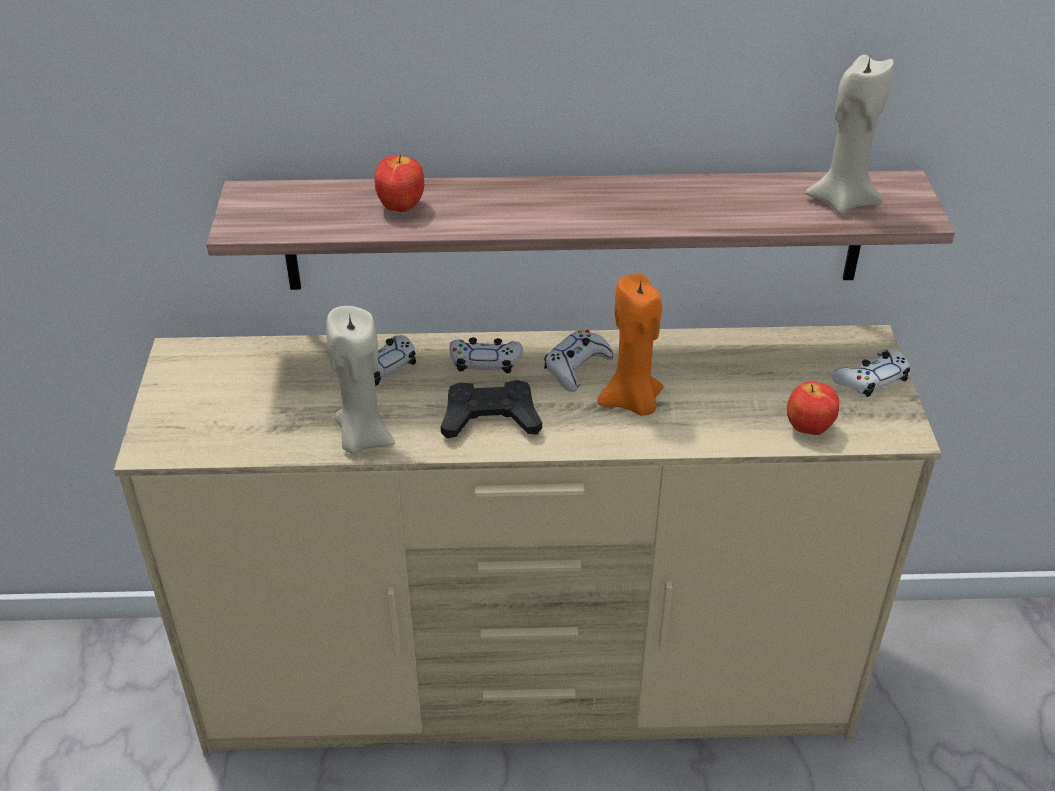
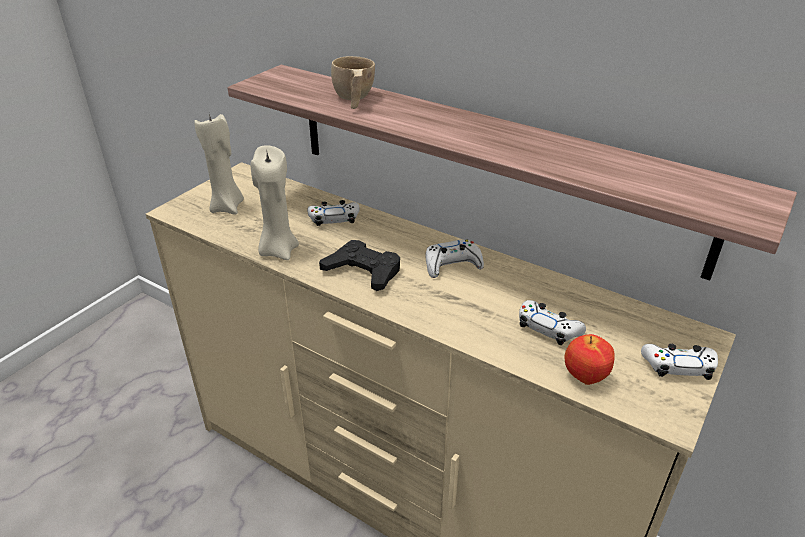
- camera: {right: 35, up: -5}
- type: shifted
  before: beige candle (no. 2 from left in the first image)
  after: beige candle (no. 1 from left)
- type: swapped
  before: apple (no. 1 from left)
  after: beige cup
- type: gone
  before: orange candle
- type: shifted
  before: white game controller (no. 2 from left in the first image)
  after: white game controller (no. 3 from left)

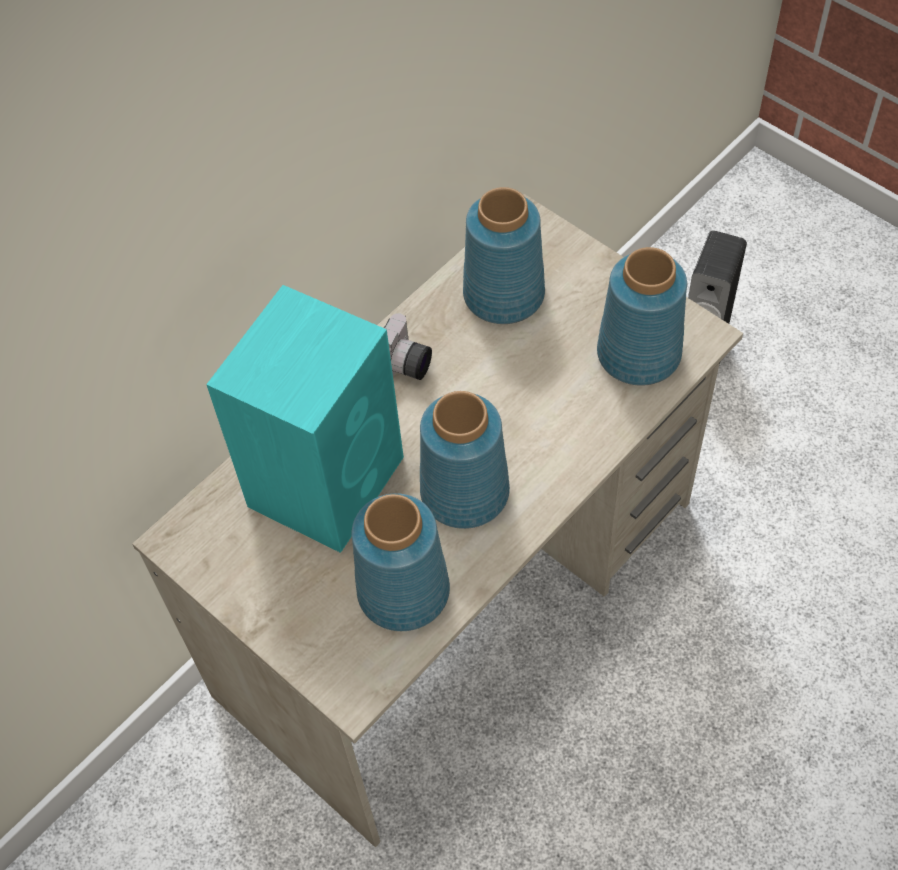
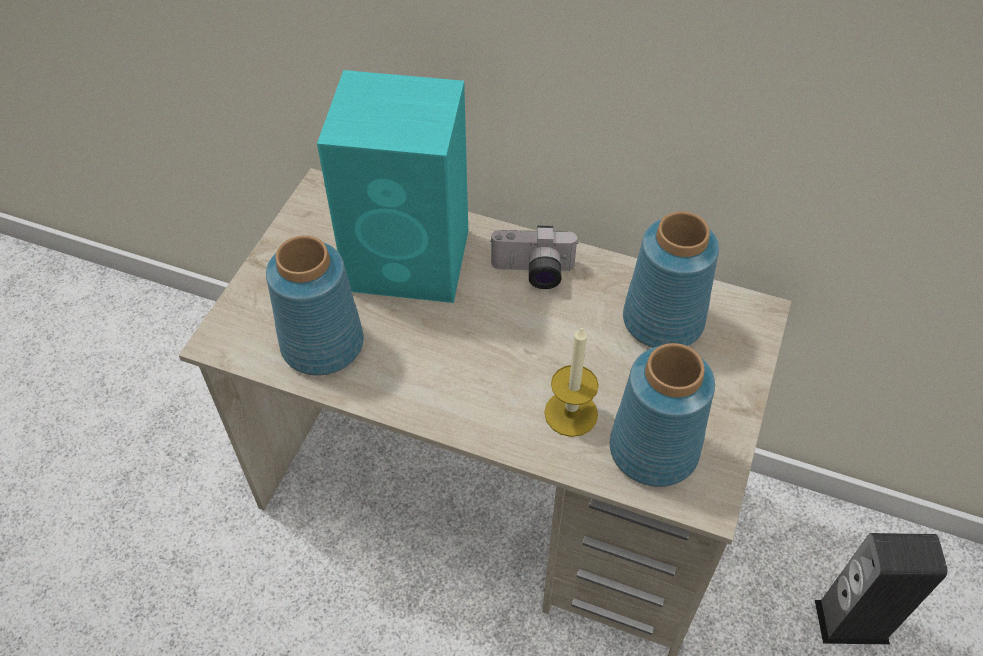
- camera: {right: 65, up: -5}
- type: gone
  before: blue vase (no. 2 from left)
- type: new
  after: candle

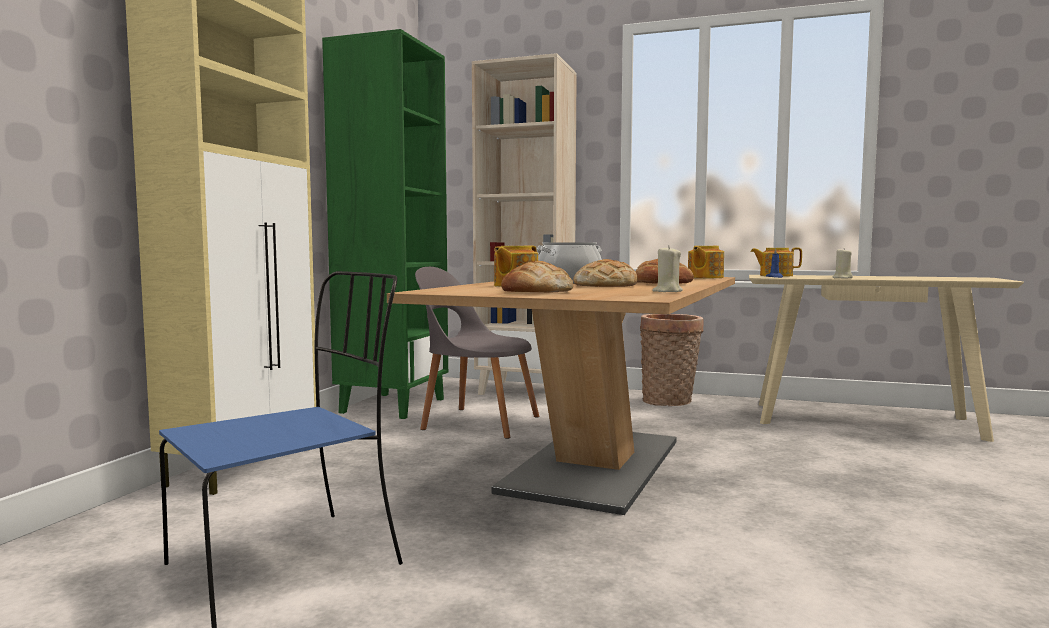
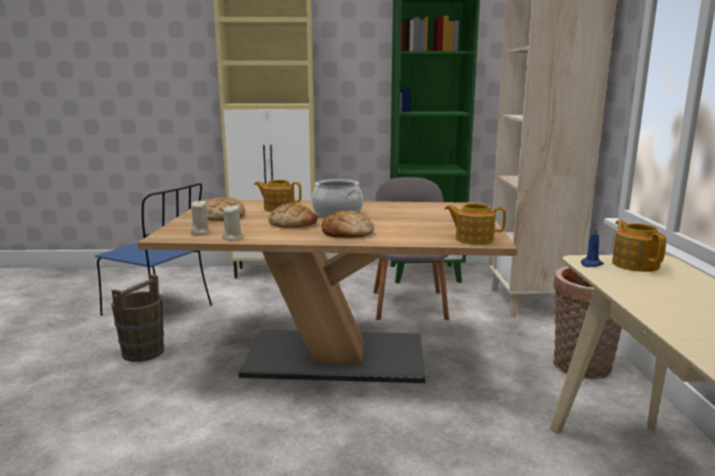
- camera: {right: 70, up: 10}
- type: shifted
  before: beige candle (no. 2 from left in the first image)
  after: beige candle (no. 1 from left)
- type: new
  after: brown bucket

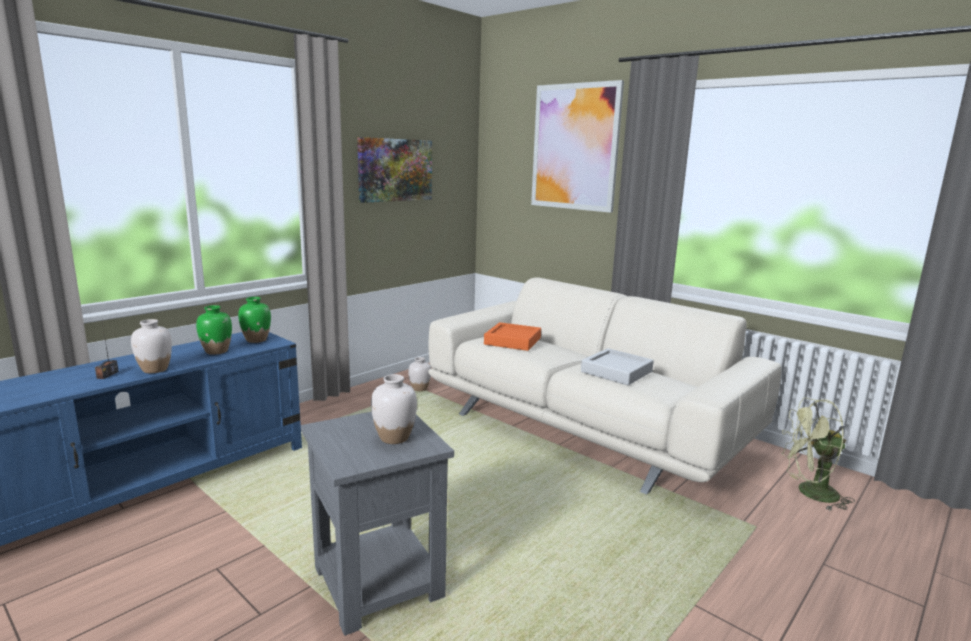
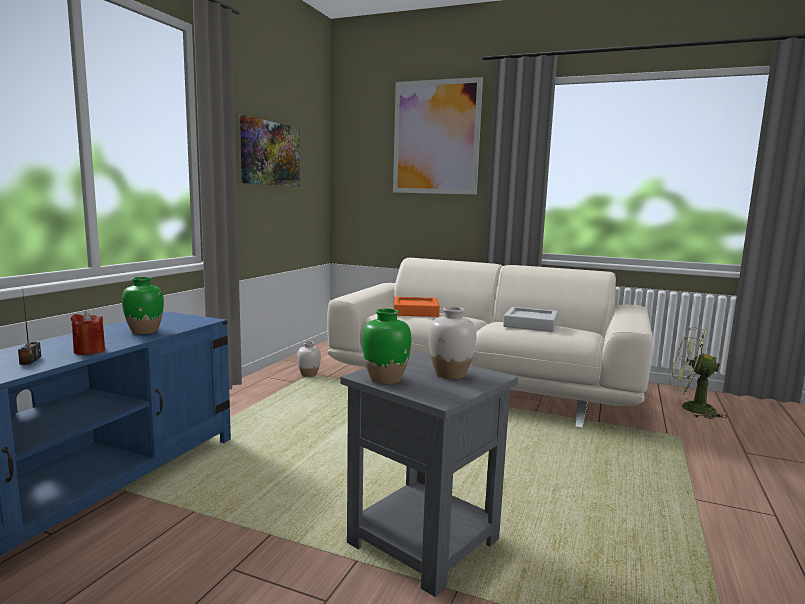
- camera: {right: -20, up: -5}
- type: shifted
  before: green vase (no. 2 from left)
- type: swapped
  before: white vase (no. 1 from left)
  after: red candle
- type: rotated
  before: green fan
  turn: 45

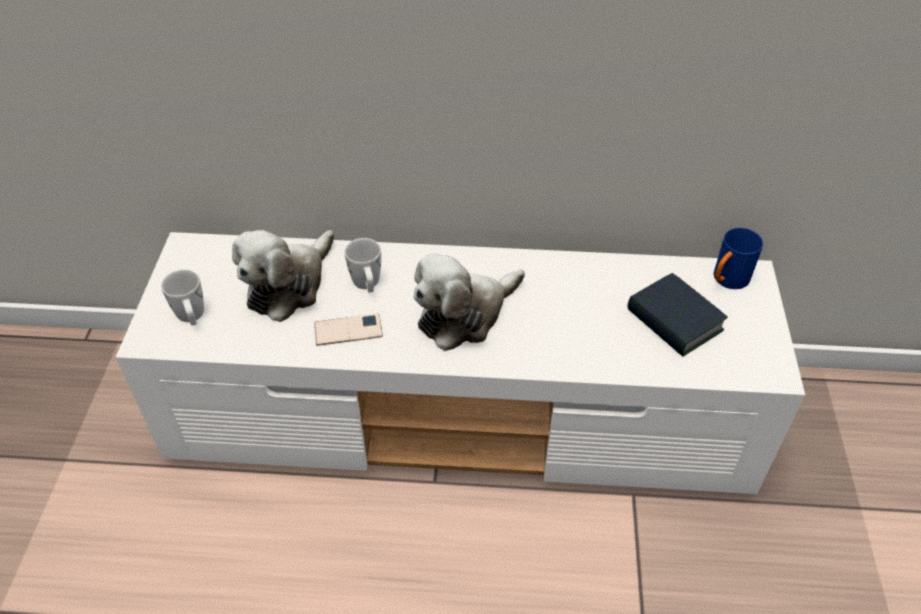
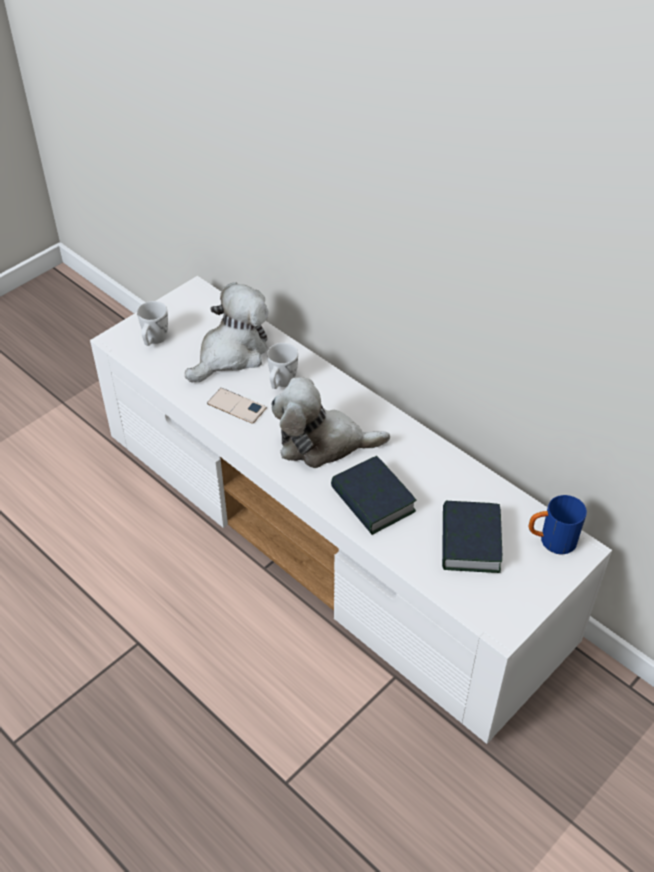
- camera: {right: 40, up: 0}
- type: rotated
  before: plush toy (no. 1 from left)
  turn: 150
- type: new
  after: book (no. 1 from left)

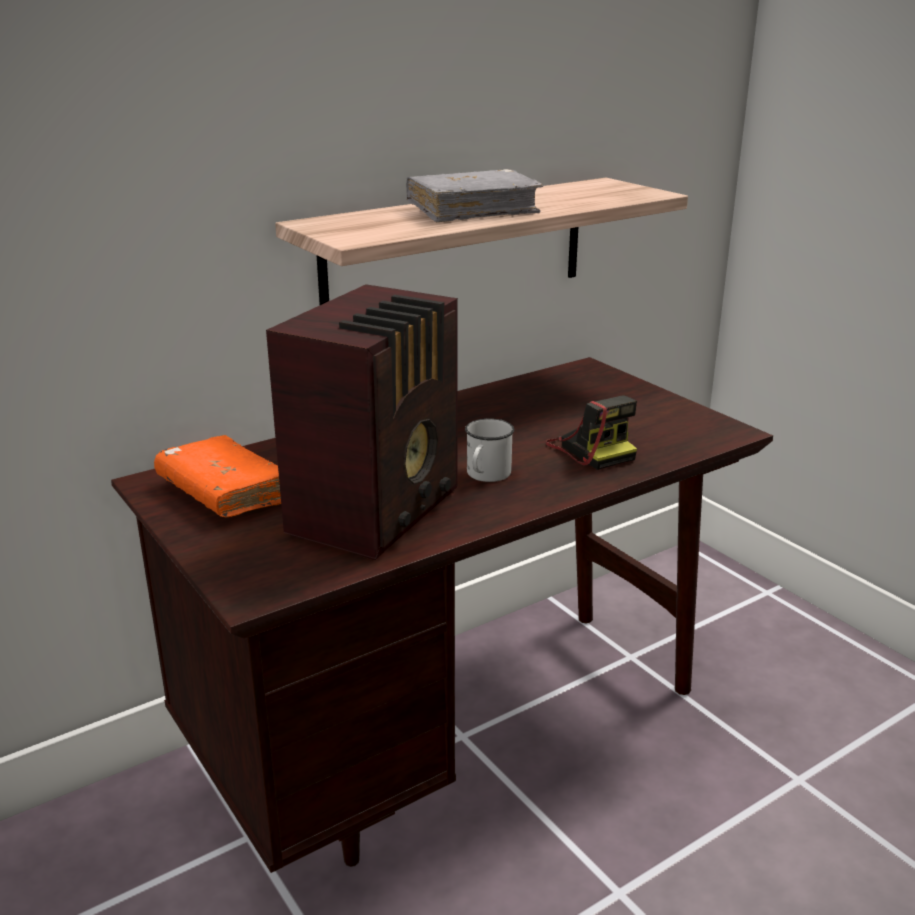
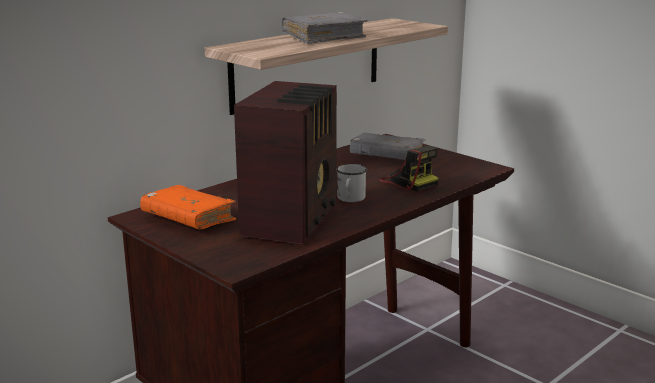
- camera: {right: -10, up: -5}
- type: new
  after: grey book (no. 2 from left)

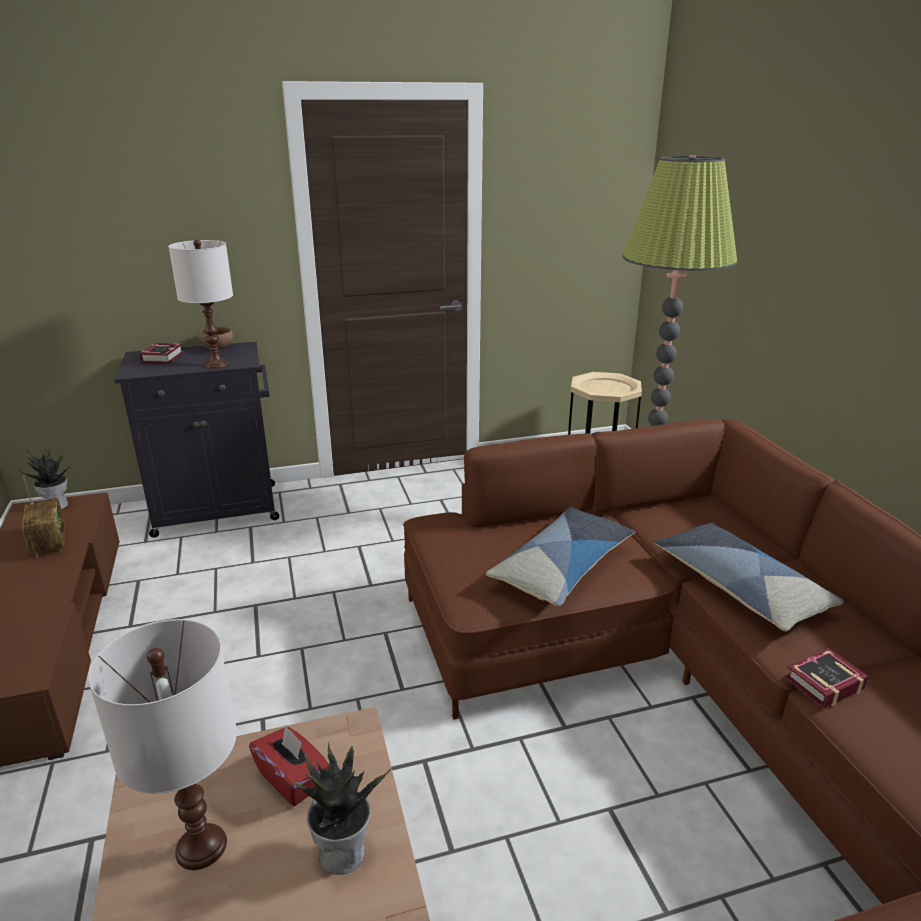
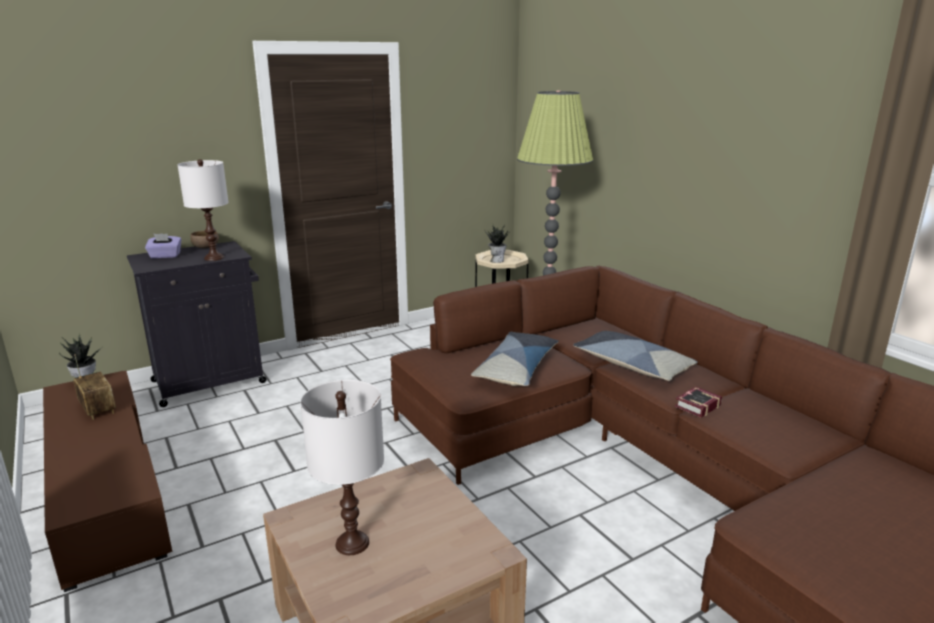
- camera: {right: -15, up: -5}
- type: swapped
  before: book (no. 1 from left)
  after: purple tissue box
- type: gone
  before: red tissue box
- type: shifted
  before: potted plant (no. 2 from left)

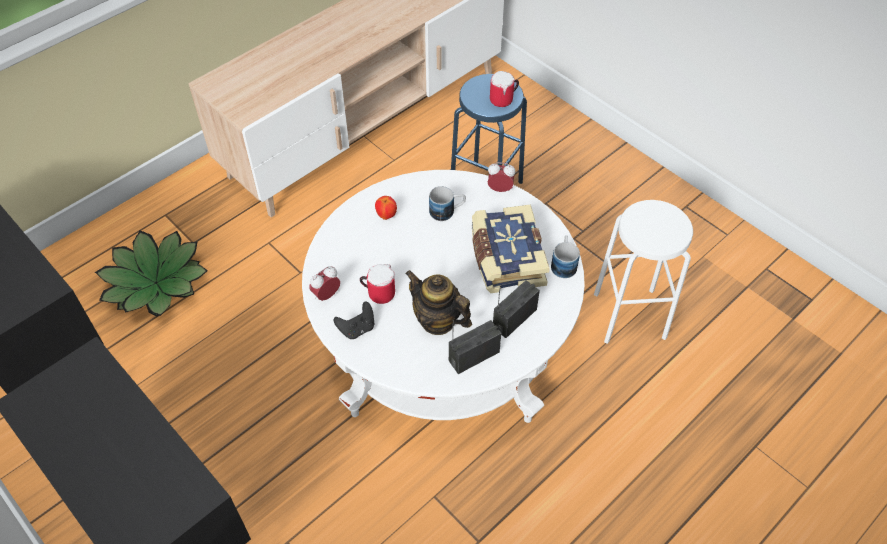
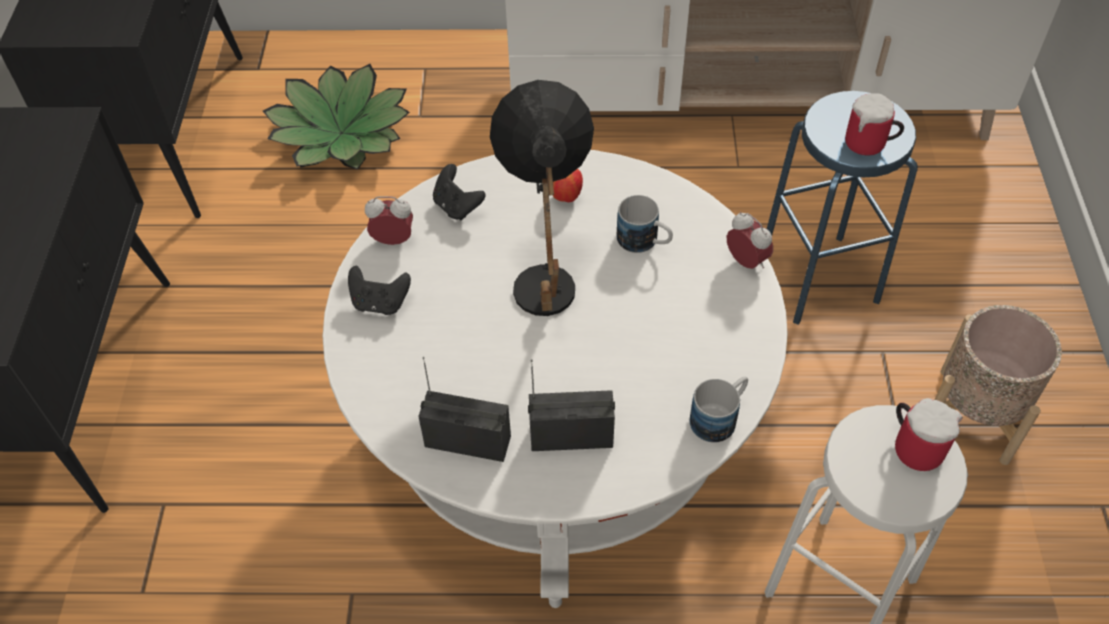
- camera: {right: 45, up: 0}
- type: gone
  before: book
- type: shifted
  before: mug (no. 1 from left in the first image)
  after: mug (no. 4 from left)
- type: gone
  before: teapot
- type: new
  after: black table lamp
- type: new
  after: black game controller (no. 2 from left)
- type: new
  after: beige planter

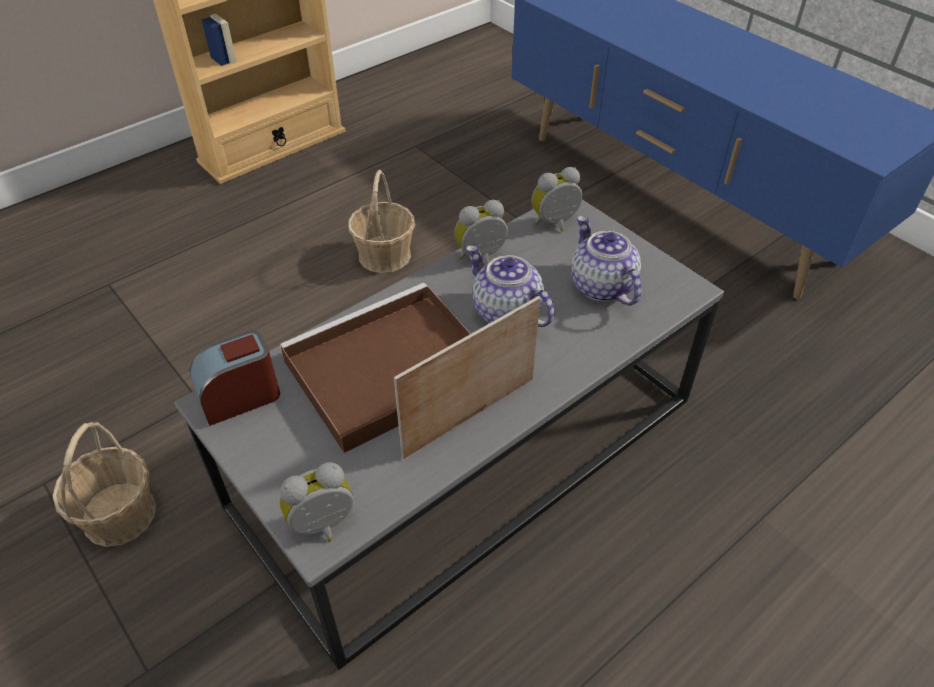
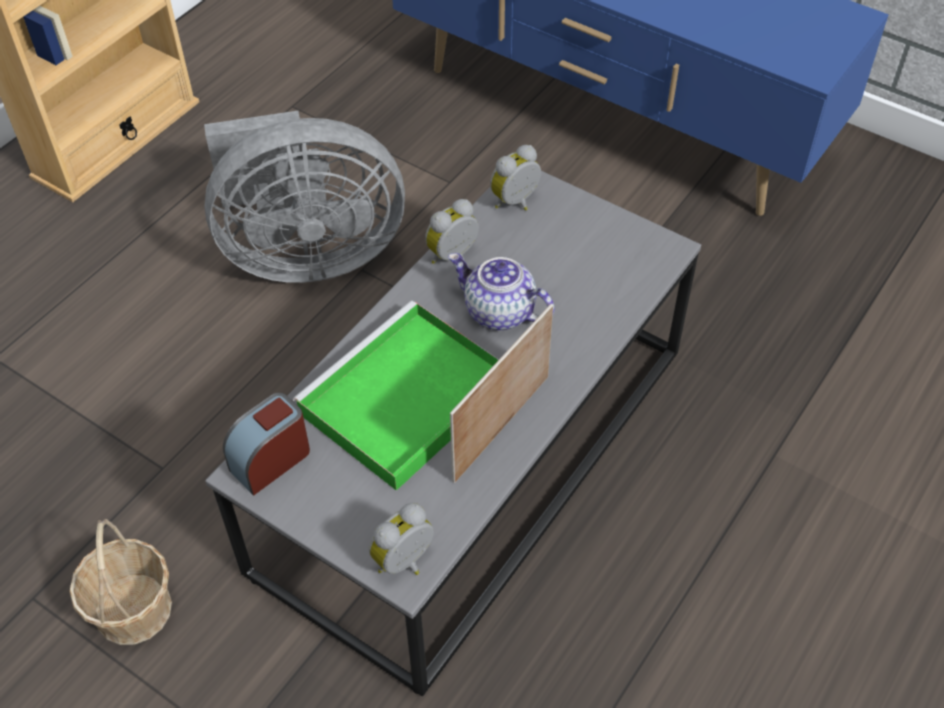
- camera: {right: -15, up: 5}
- type: swapped
  before: basket (no. 2 from left)
  after: grey fan
- type: gone
  before: teapot (no. 2 from left)
- type: repainted
  before: brown tray
  after: green tray

